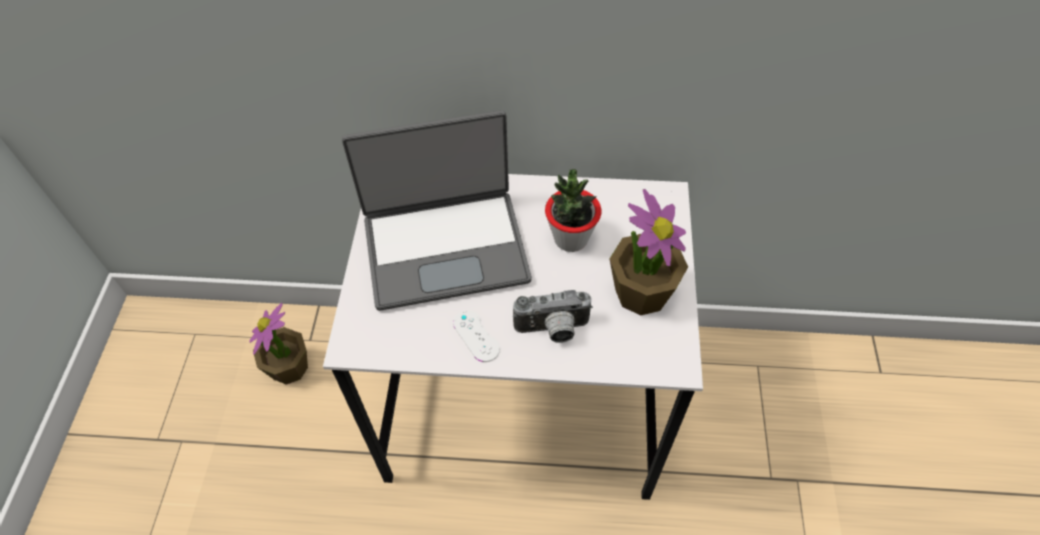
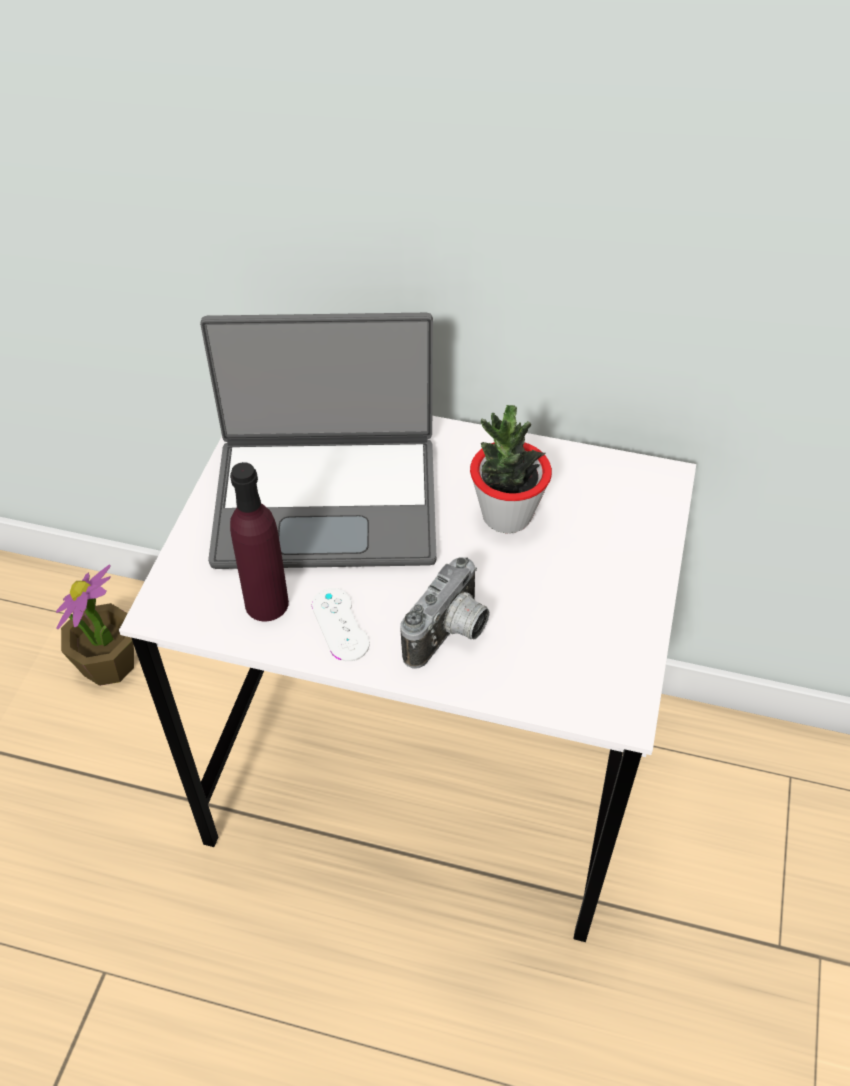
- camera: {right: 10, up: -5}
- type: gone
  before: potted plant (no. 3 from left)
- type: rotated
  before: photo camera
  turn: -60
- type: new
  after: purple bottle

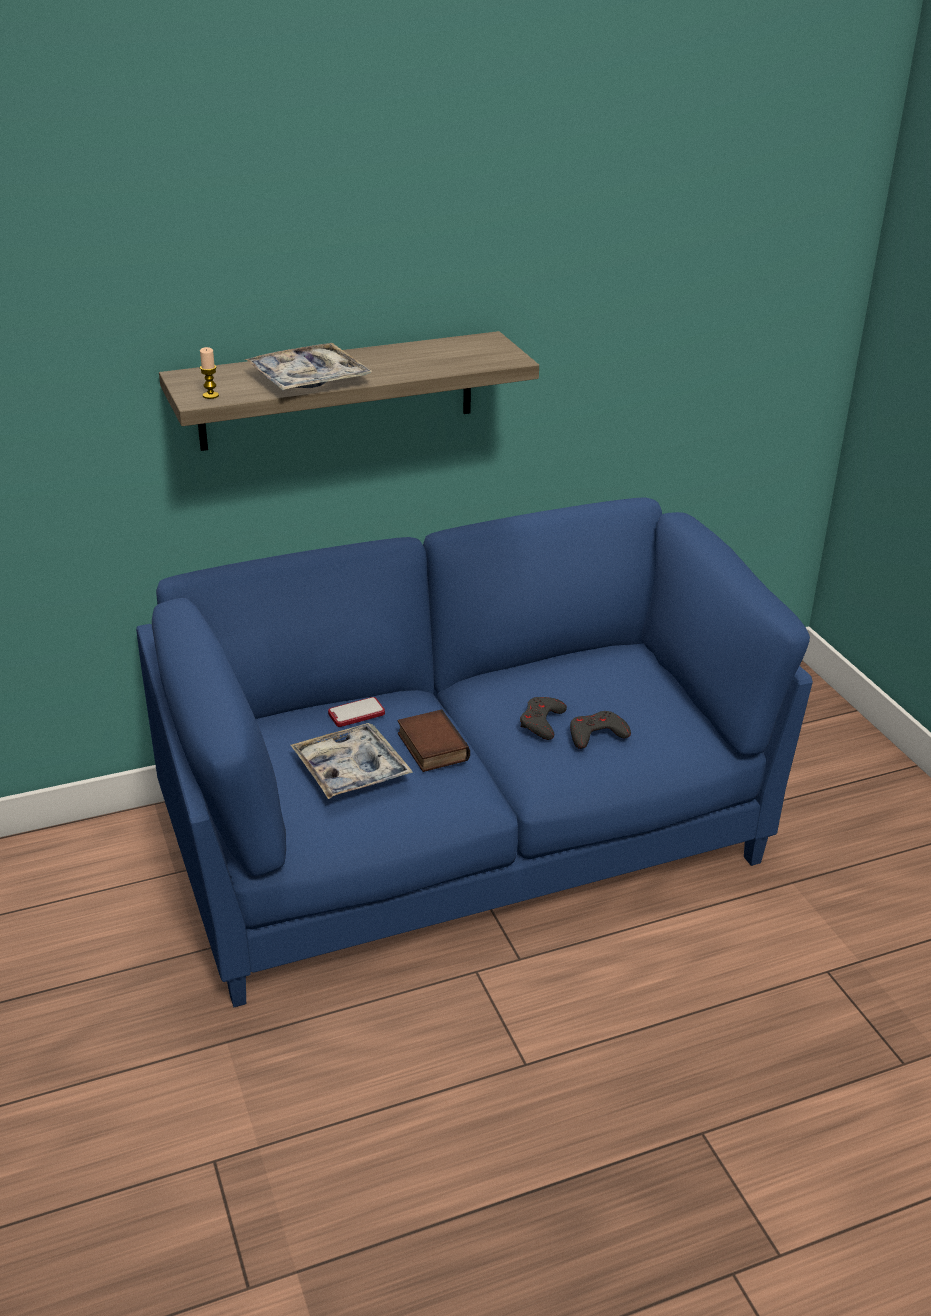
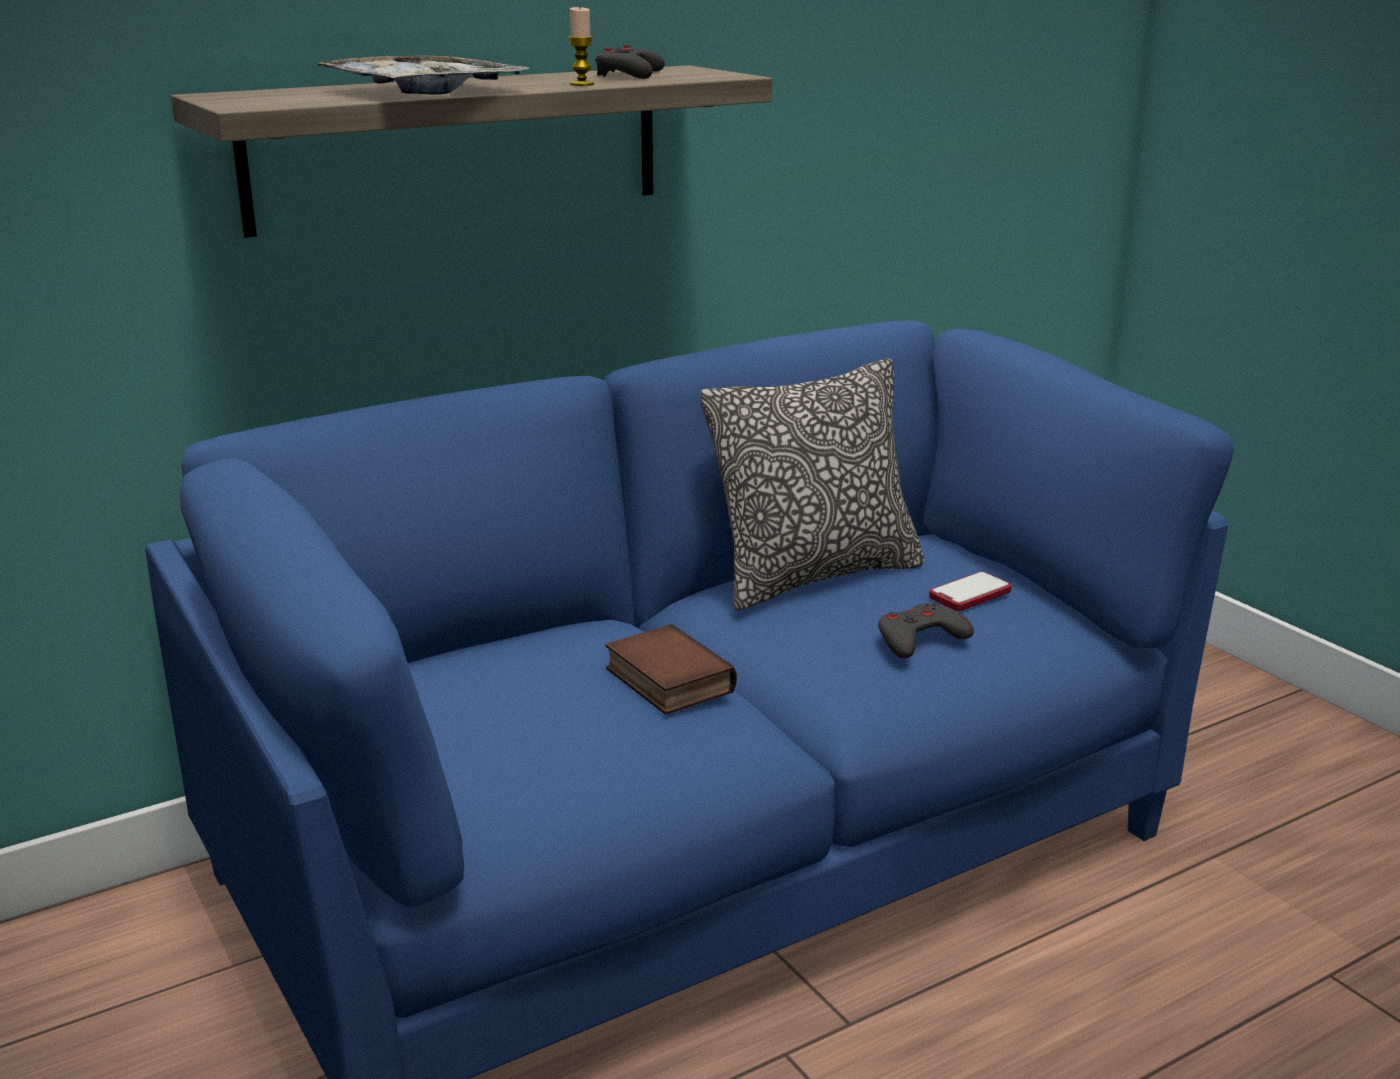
- camera: {right: -10, up: -10}
- type: shifted
  before: candle
- type: shifted
  before: phone
- type: shifted
  before: grey game controller (no. 1 from left)
- type: gone
  before: tray (no. 2 from left)
- type: new
  after: pillow

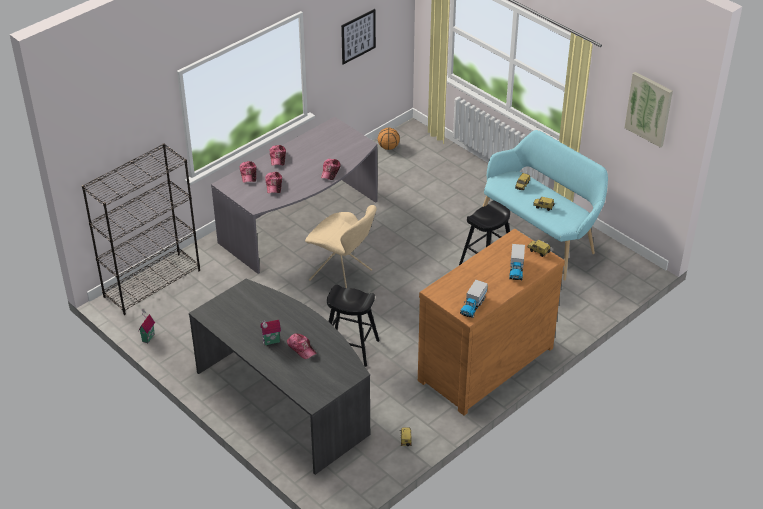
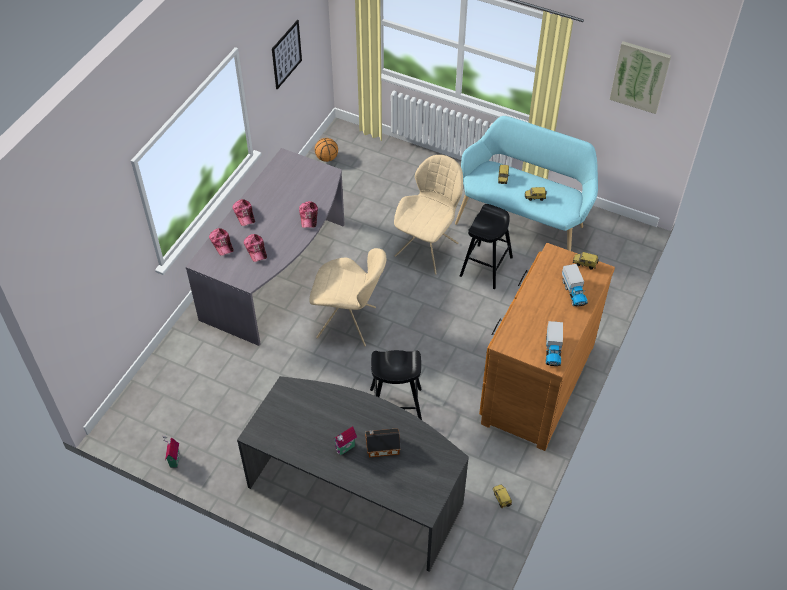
- camera: {right: -20, up: 10}
- type: gone
  before: black bookcase
- type: swapped
  before: cap (no. 4 from left)
  after: toy house (no. 3 from left)
- type: new
  after: beige chair (no. 2 from left)

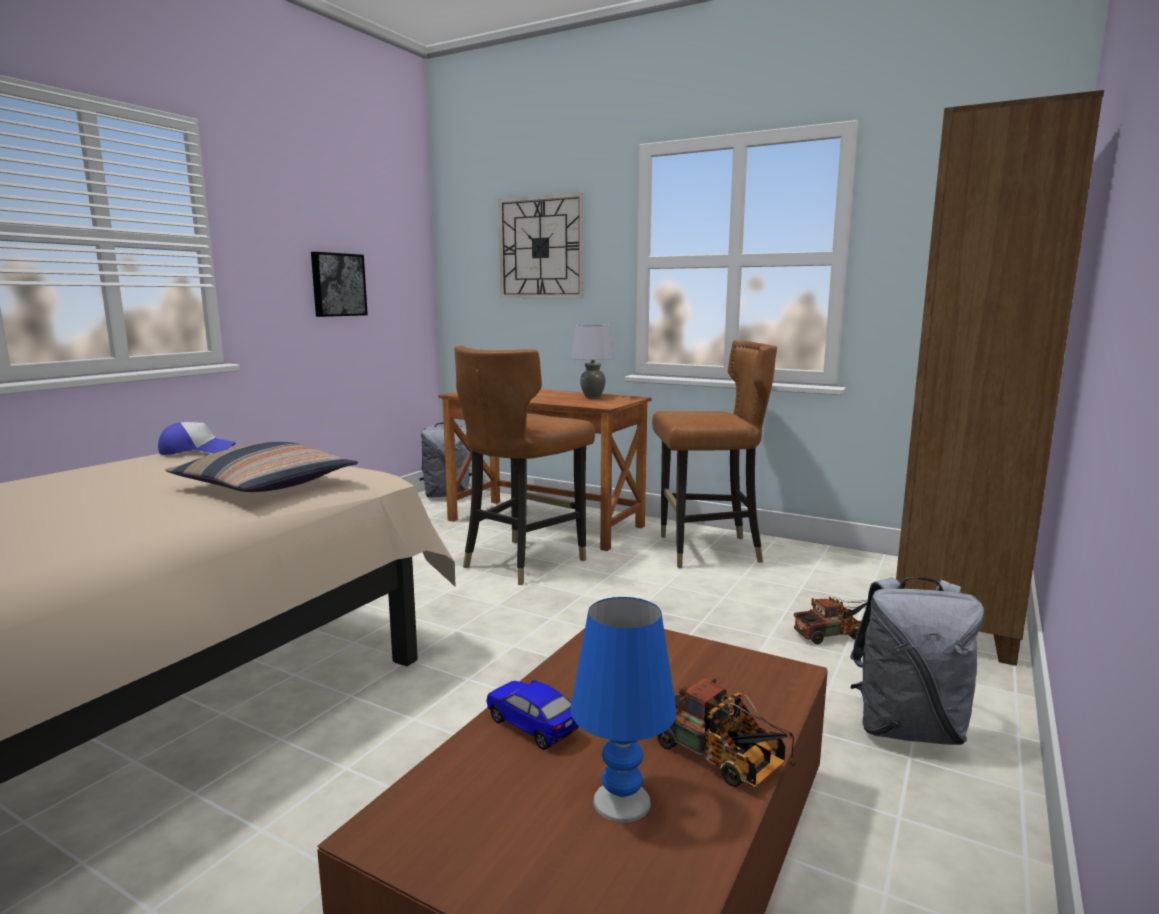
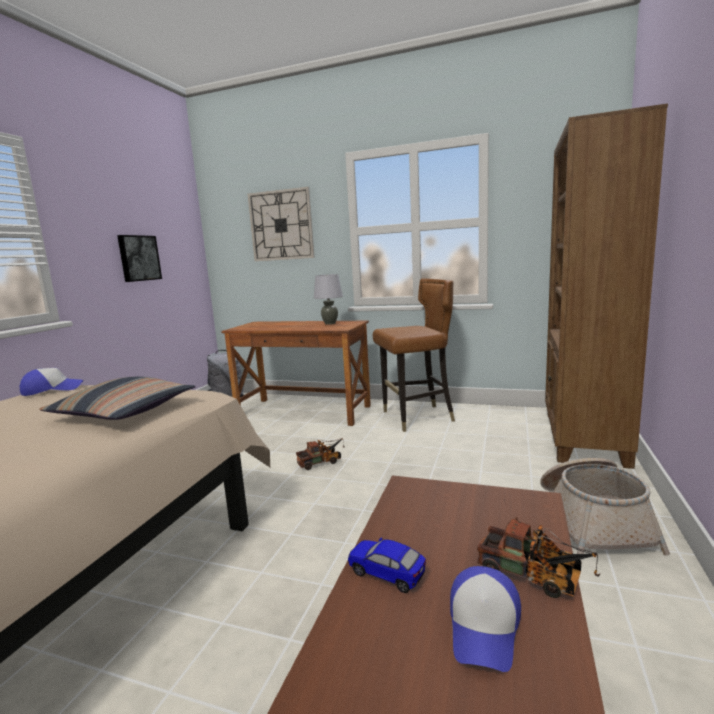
- camera: {right: -10, up: 0}
- type: gone
  before: brown chair (no. 1 from left)
- type: swapped
  before: grey backpack (no. 2 from left)
  after: basket
- type: swapped
  before: blue table lamp
  after: cap (no. 2 from left)
- type: shifted
  before: toy truck (no. 2 from left in the first image)
  after: toy truck (no. 1 from left)

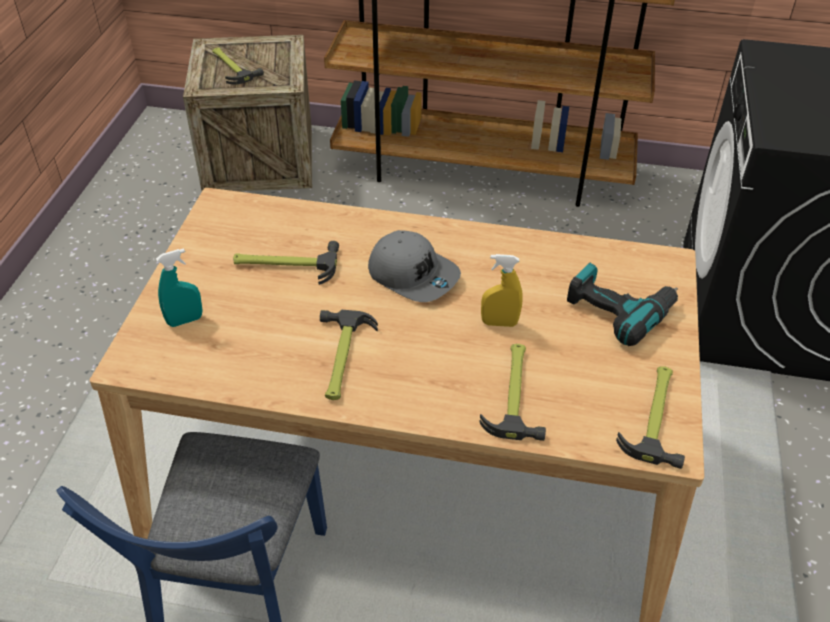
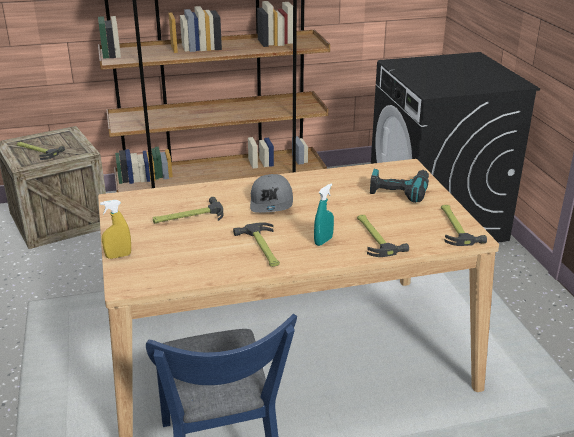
- camera: {right: -25, up: -15}
- type: rotated
  before: grey cap
  turn: 75
- type: shifted
  before: turquoise spray bottle
- type: shifted
  before: yellow spray bottle

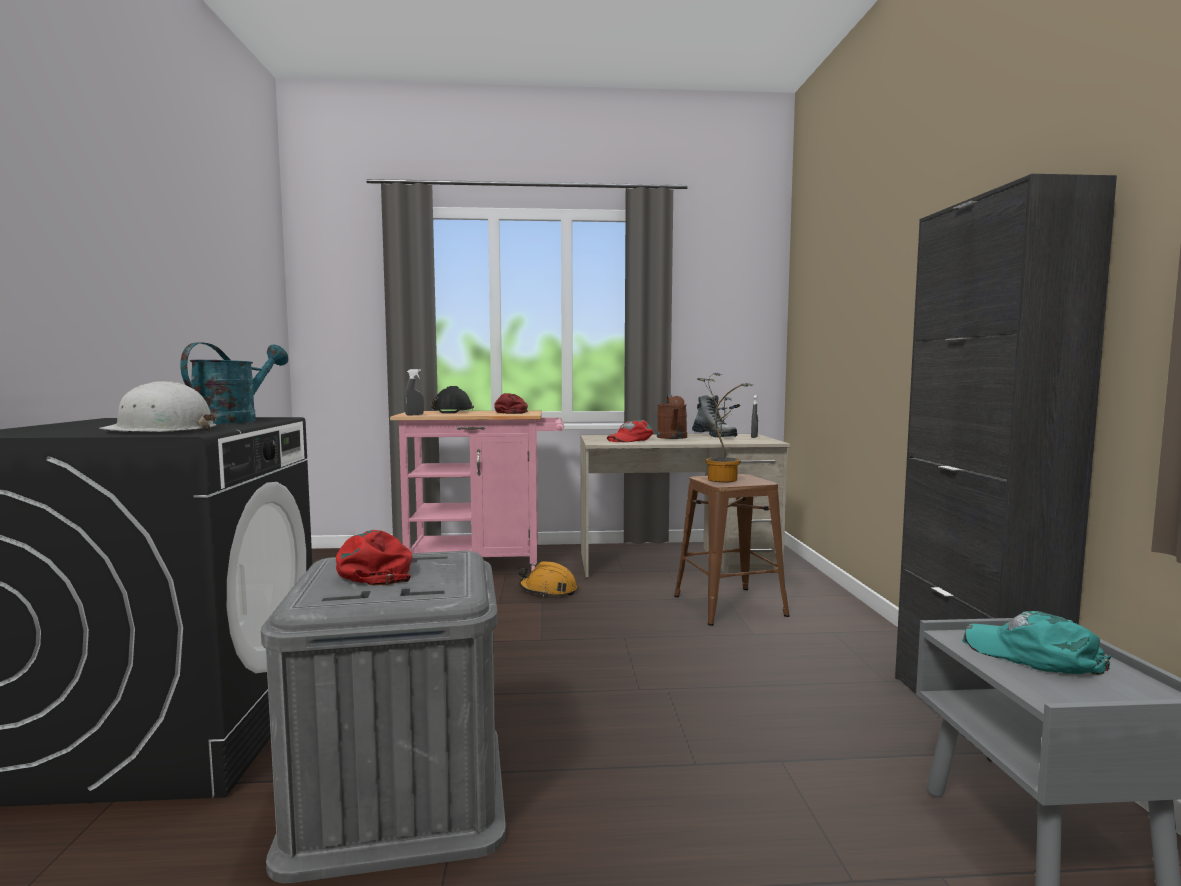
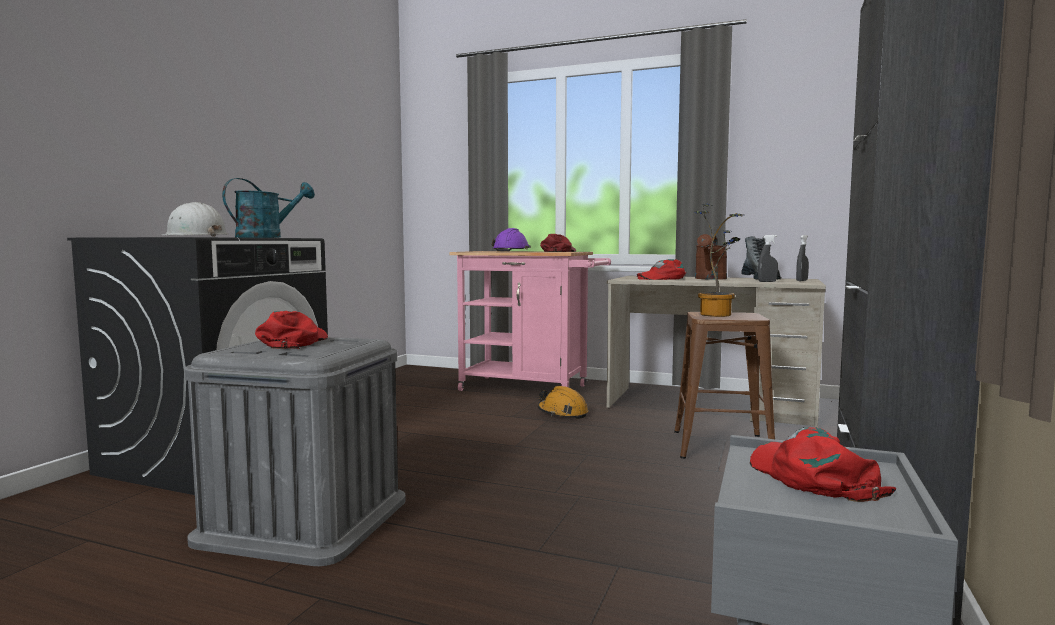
- camera: {right: 25, up: 0}
- type: shifted
  before: grey spray bottle (no. 1 from left)
- type: repainted
  before: black hard hat
  after: purple hard hat
- type: repainted
  before: turquoise cap
  after: red cap (no. 4 from left)

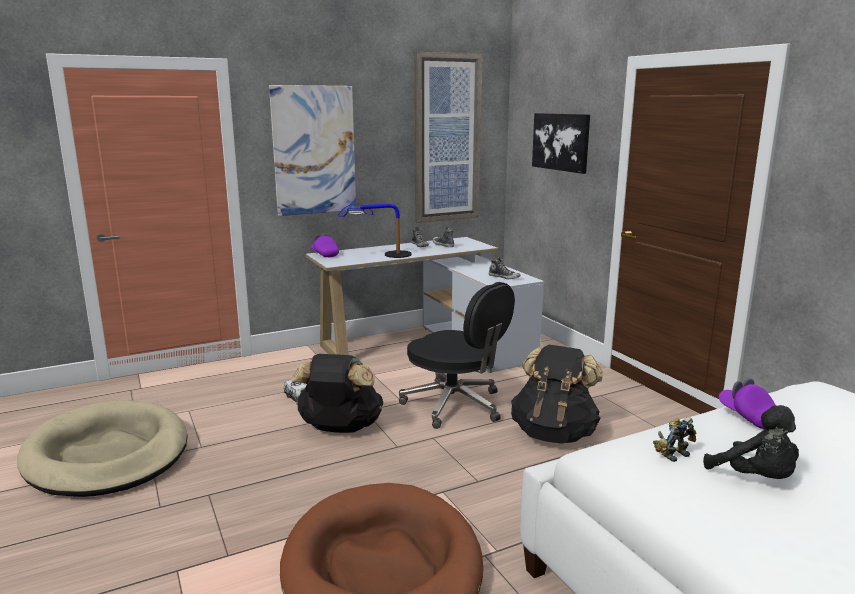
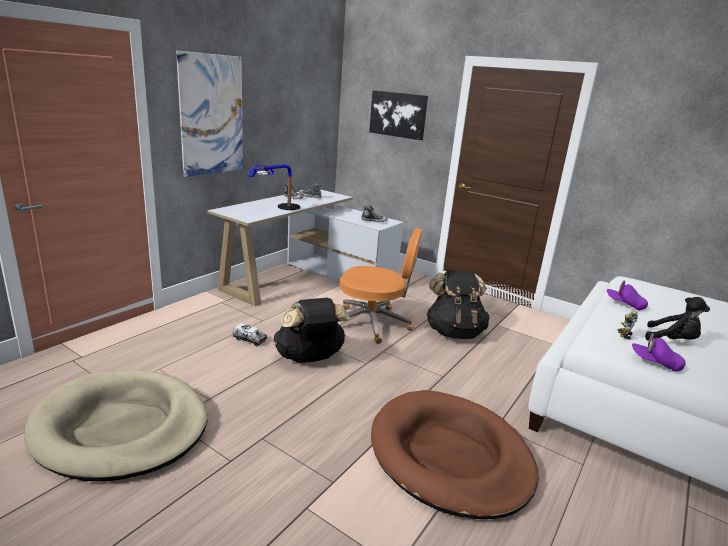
- camera: {right: -30, up: 5}
- type: gone
  before: picture (no. 2 from left)
- type: shifted
  before: purple cap (no. 1 from left in the first image)
  after: purple cap (no. 2 from left)
- type: repainted
  before: black office chair
  after: orange office chair

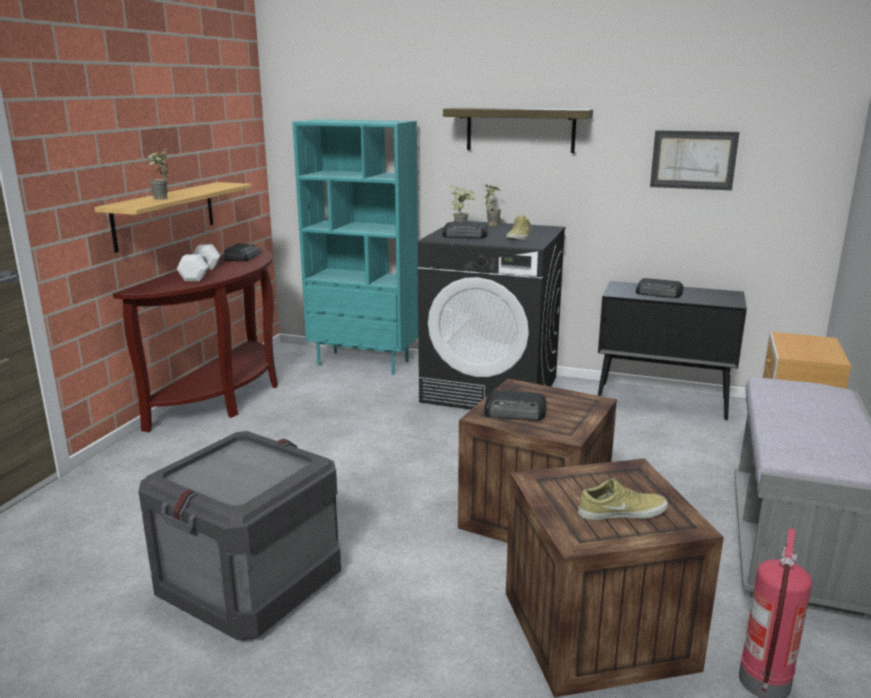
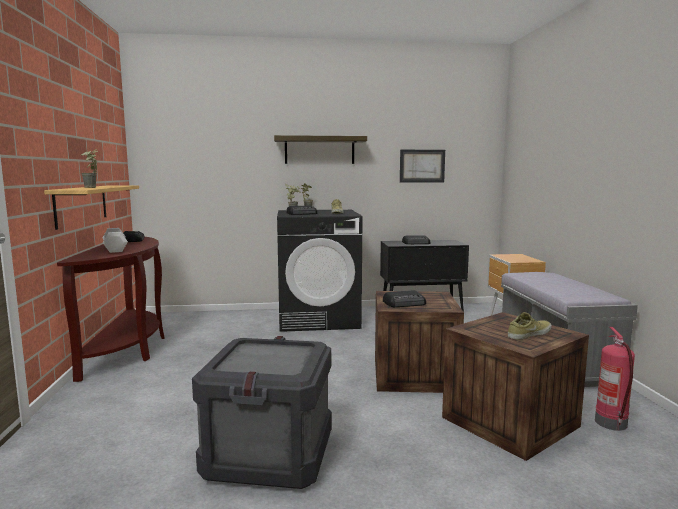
- camera: {right: -25, up: -10}
- type: gone
  before: turquoise bookcase

